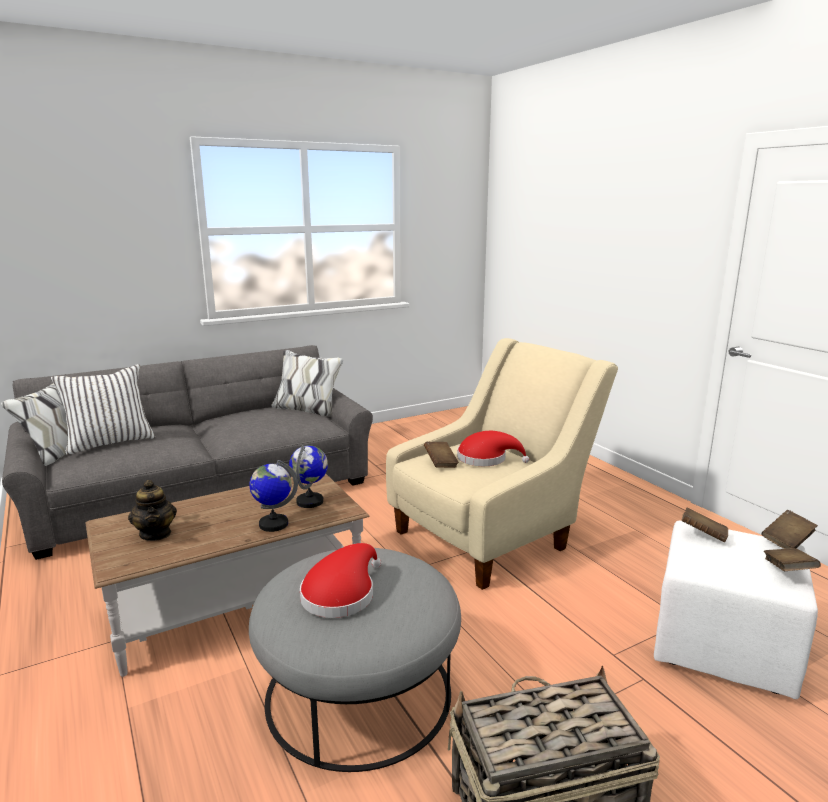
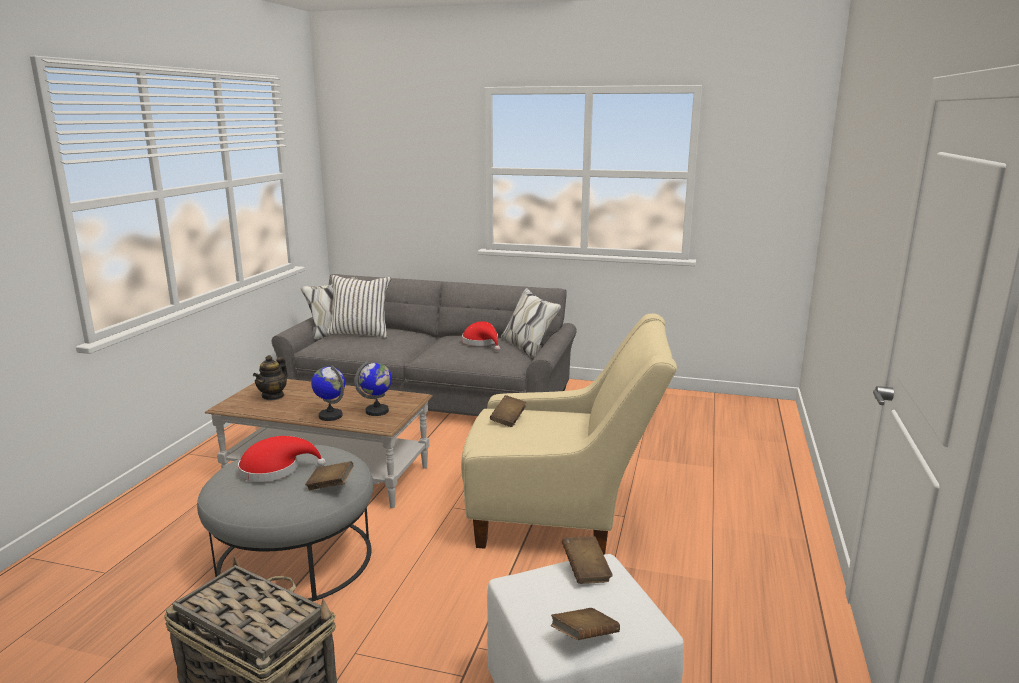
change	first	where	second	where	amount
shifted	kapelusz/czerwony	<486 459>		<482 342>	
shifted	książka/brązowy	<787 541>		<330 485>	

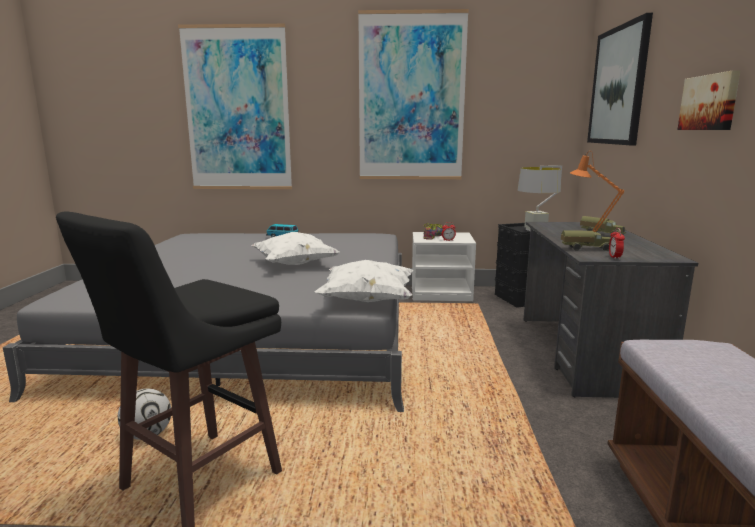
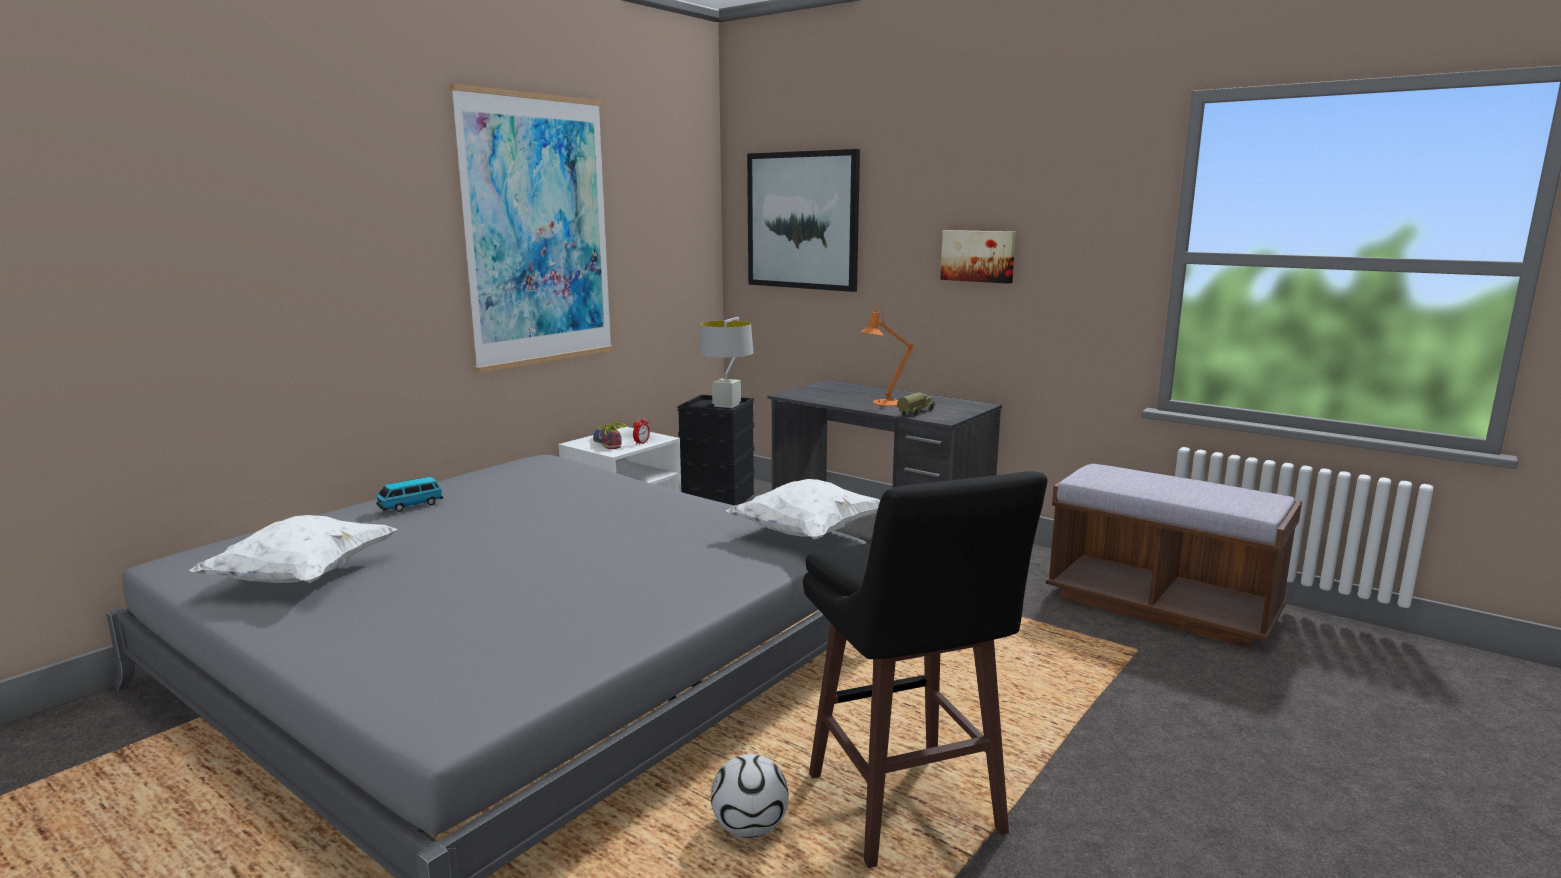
change	first	where	second	where	amount
gone	obraz	<238 110>			
gone	ciężarówka zabawkowa	<601 234>			
gone	budzik	<614 257>			
shifted	poduszka/biały	<294 264>		<303 578>	

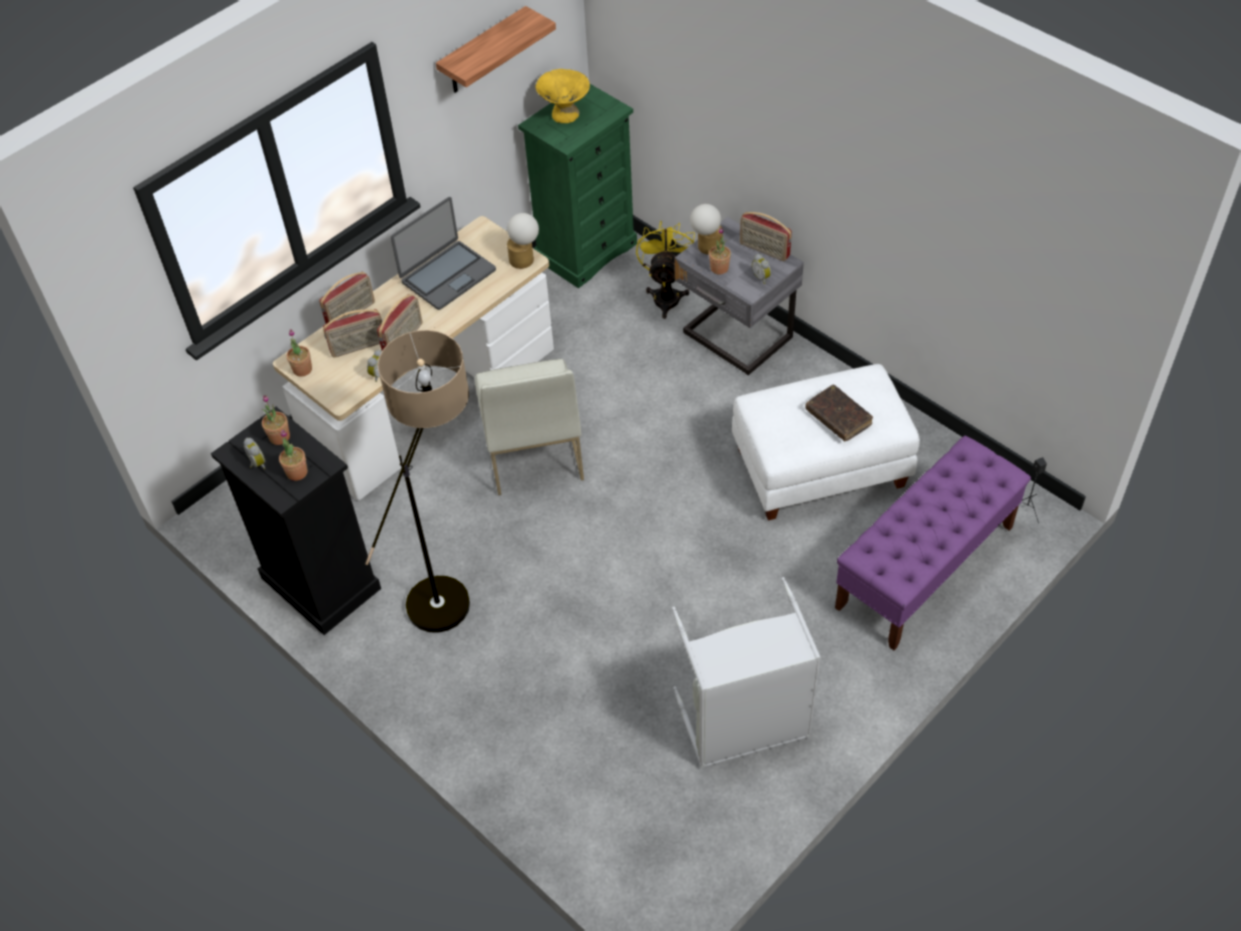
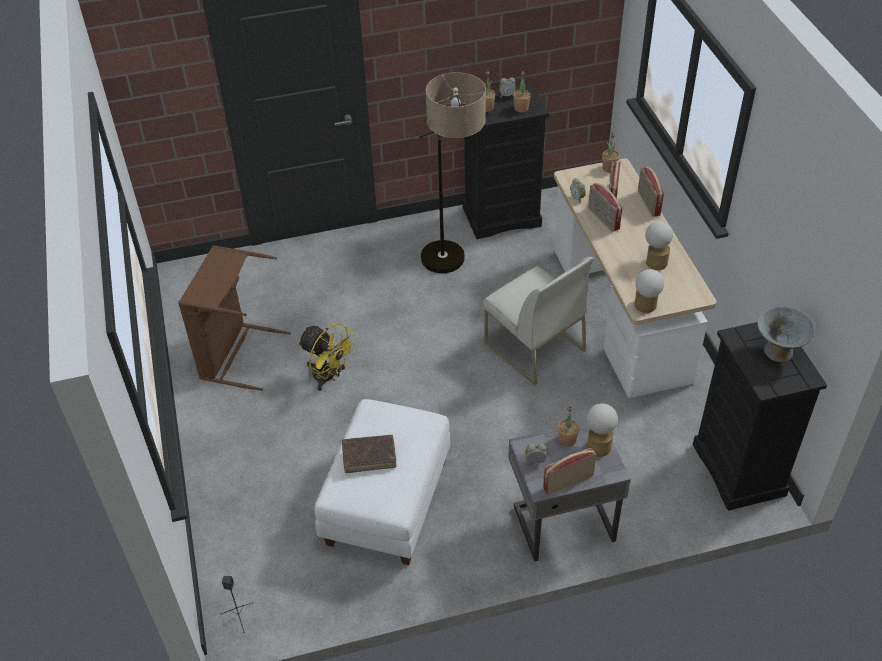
change	first	where	second	where	amount
gone	półka	<483 52>			
gone	ławka/fioletowy	<924 567>			
shifted	wentylator/żółty	<667 295>		<329 377>	
swapped	laptop	<447 275>	lampa stołowa	<655 260>	
repainted	komoda/zielony	<586 250>	komoda/czarny	<739 470>	
repainted	miska/żółty	<565 114>	miska/szary	<778 351>	
repainted	kosz na pranie/szary	<745 726>	kosz na pranie/brązowy	<236 354>	
rotated	krzesło/biały	<532 451>		<533 346>	150 degrees counterclockwise

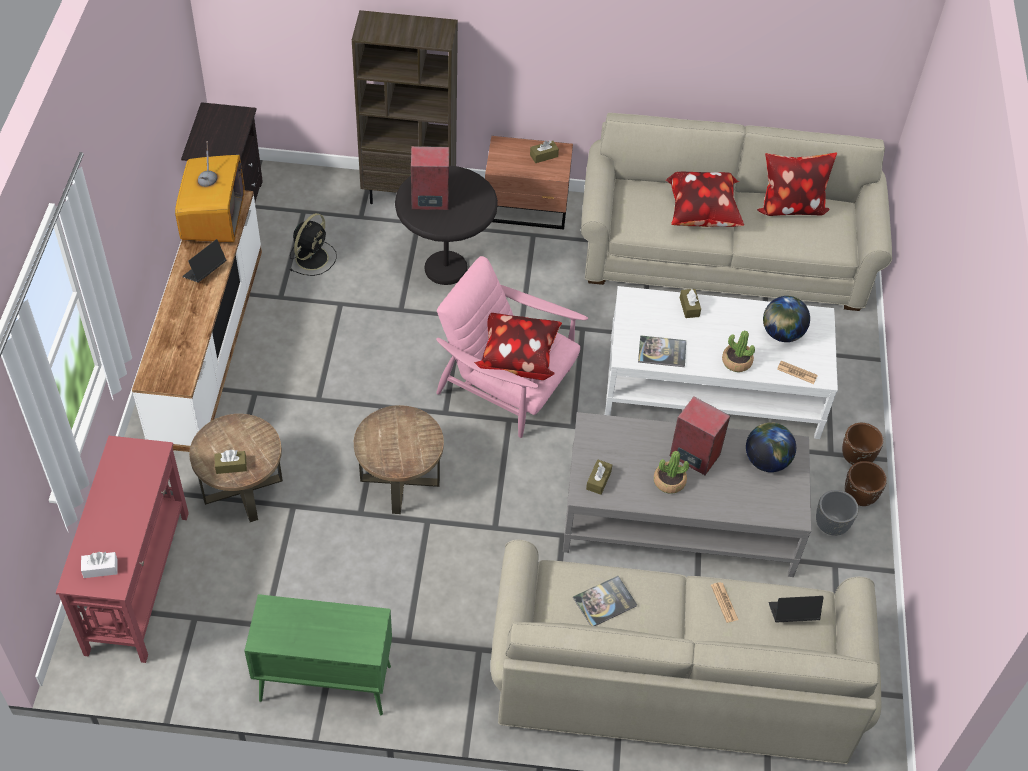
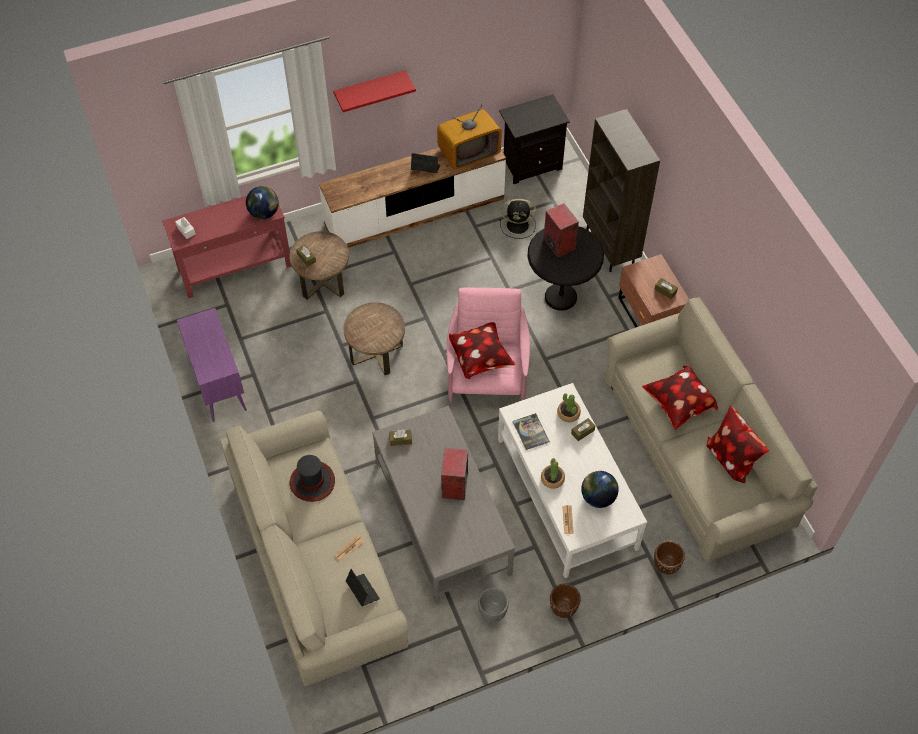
change	first	where	second	where	amount
new			półka/czerwony	<370 89>	
shifted	roślina doniczkowa	<669 481>		<568 413>	
shifted	globus	<766 461>		<264 213>	
shifted	donica/brązowy	<859 497>		<666 565>	
swapped	książka	<604 602>	kapelusz	<312 482>	
repainted	szafka/zielony	<324 683>	szafka/fioletowy	<218 384>	

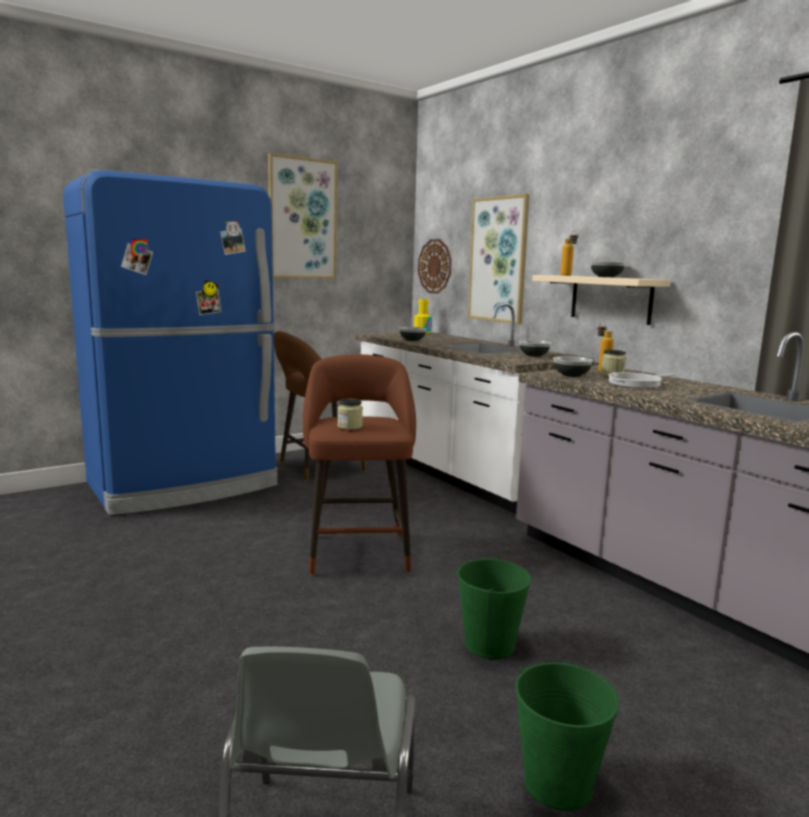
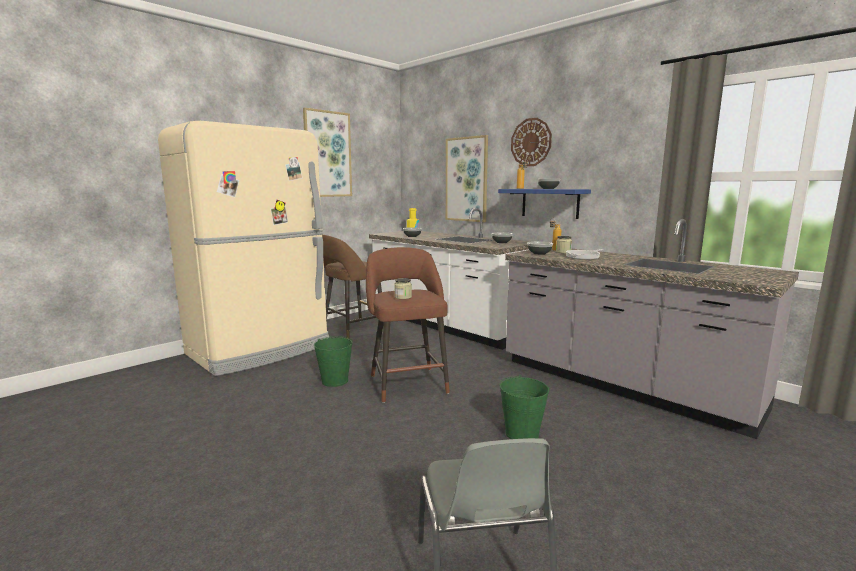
change	first	where	second	where	amount
shifted	zegar ścienny	<435 266>		<531 142>	
shifted	wiadro/zielony	<557 784>		<335 381>	
repainted	lodówka/niebieski	<185 485>	lodówka/beżowy	<261 349>	
repainted	półka/beżowy	<611 299>	półka/niebieski	<550 203>	

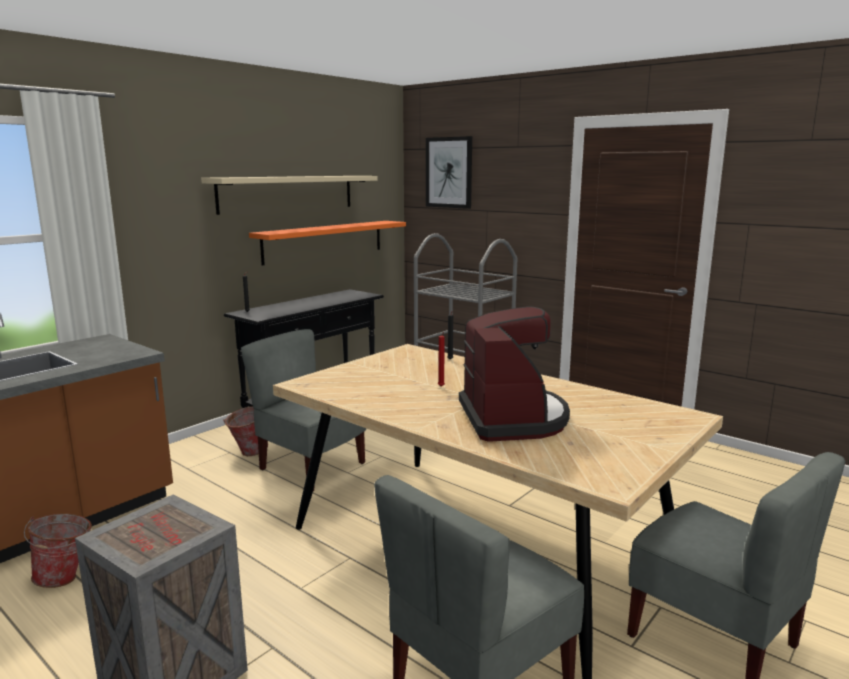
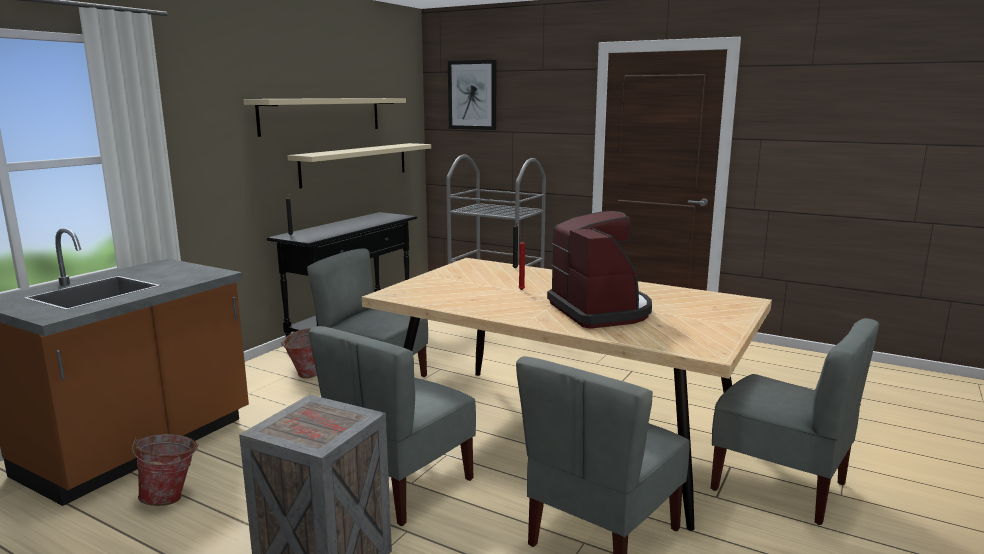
change	first	where	second	where	amount
new			krzesło/szary	<401 487>	
repainted	półka/pomarańczowy	<324 241>	półka/beżowy	<355 164>	

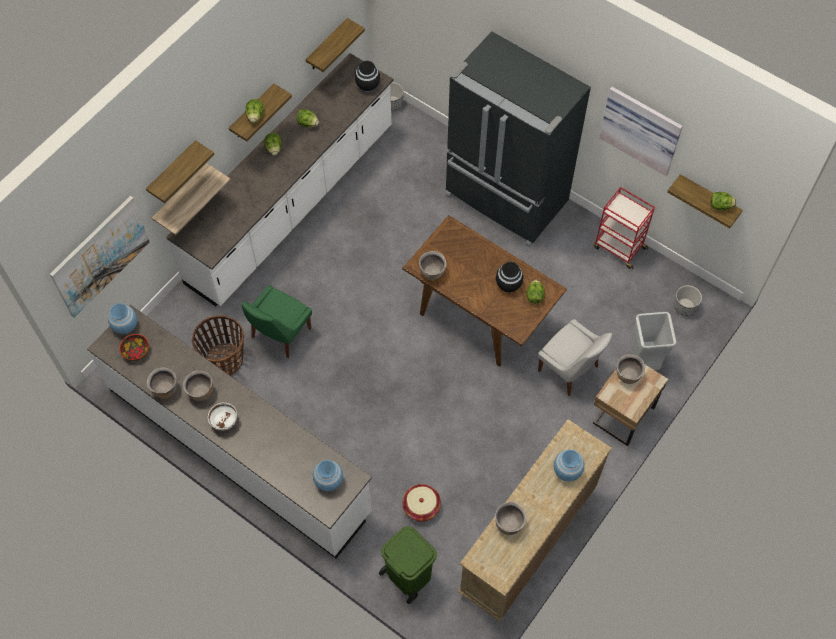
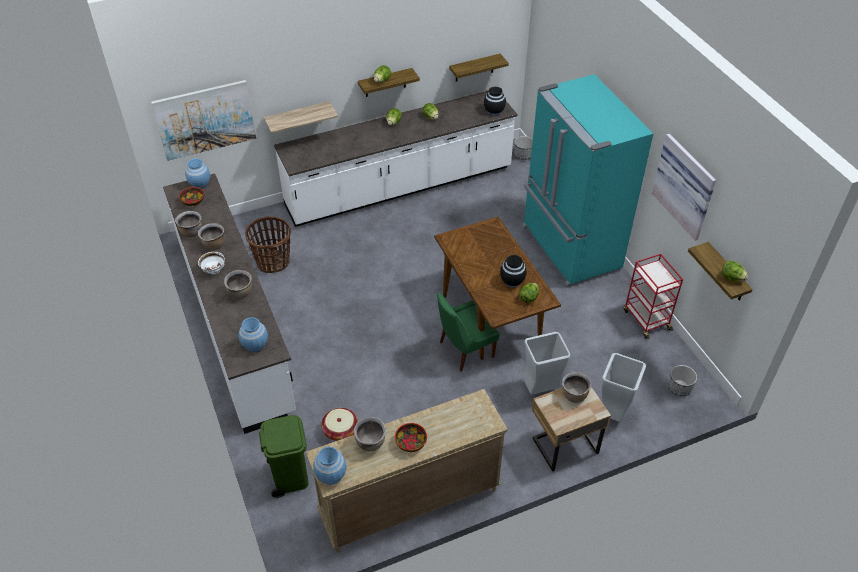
change	first	where	second	where	amount
gone	półka	<173 171>			
new			miska	<411 442>	
shifted	krzesło/zielony	<279 334>		<464 350>	
shifted	garnek/brązowy	<432 272>		<241 293>	
shifted	wazon/niebieski	<567 471>		<331 475>	
swapped	krzesło/biały	<570 370>	kosz na śmieci/szary	<540 389>	
repainted	lodówka/czarny	<505 200>	lodówka/turkusowy	<569 248>	

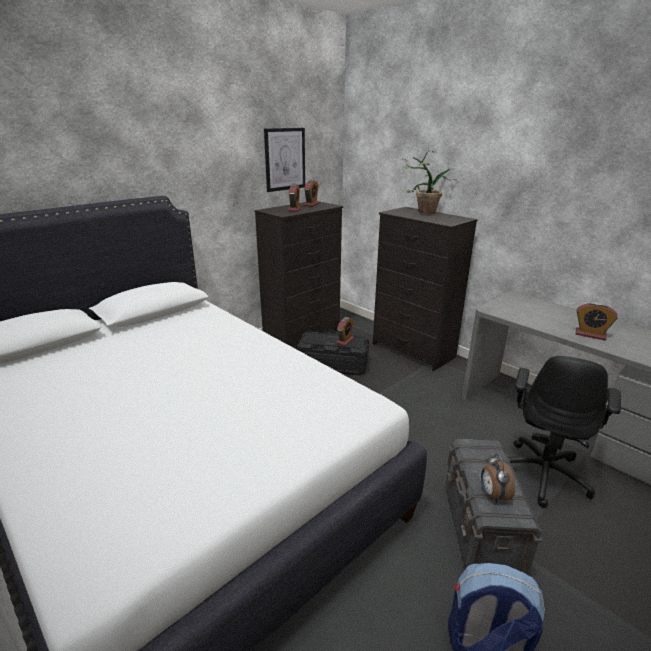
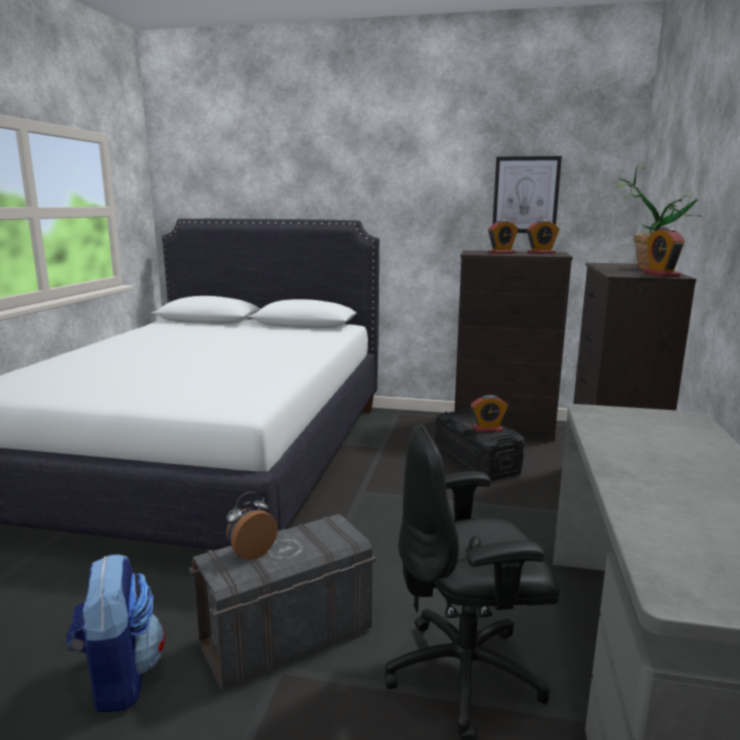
change	first	where	second	where	amount
shifted	budzik	<590 334>		<660 274>	

